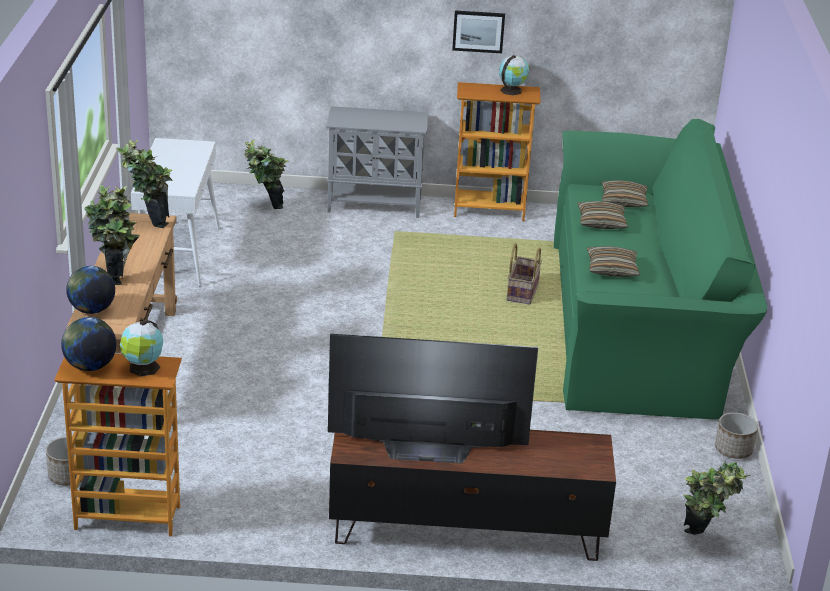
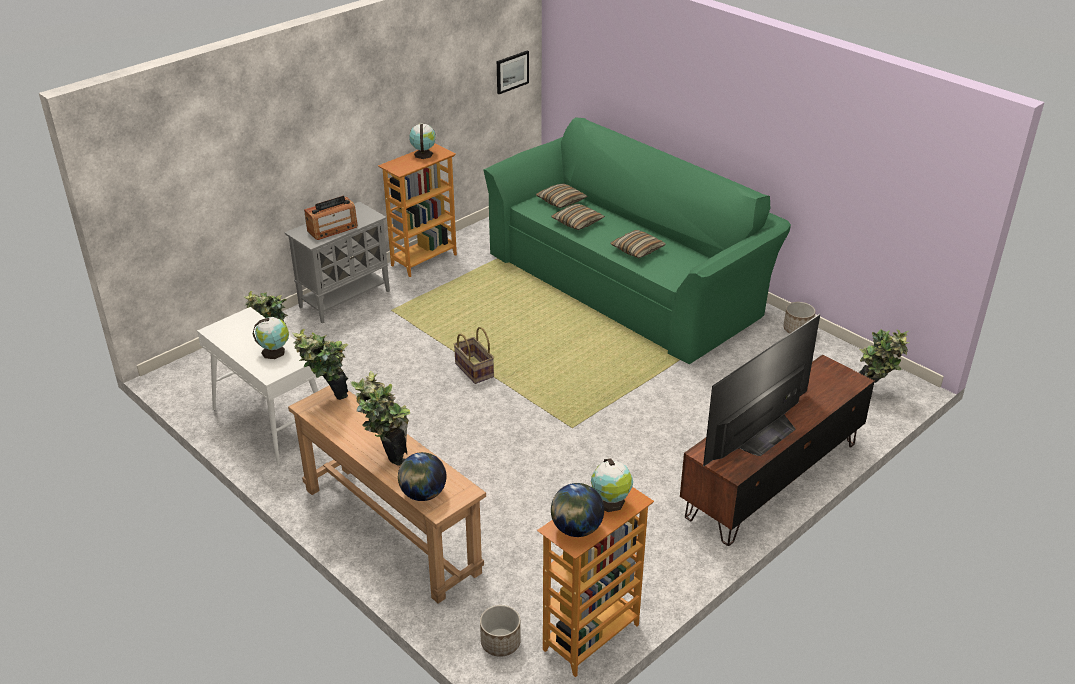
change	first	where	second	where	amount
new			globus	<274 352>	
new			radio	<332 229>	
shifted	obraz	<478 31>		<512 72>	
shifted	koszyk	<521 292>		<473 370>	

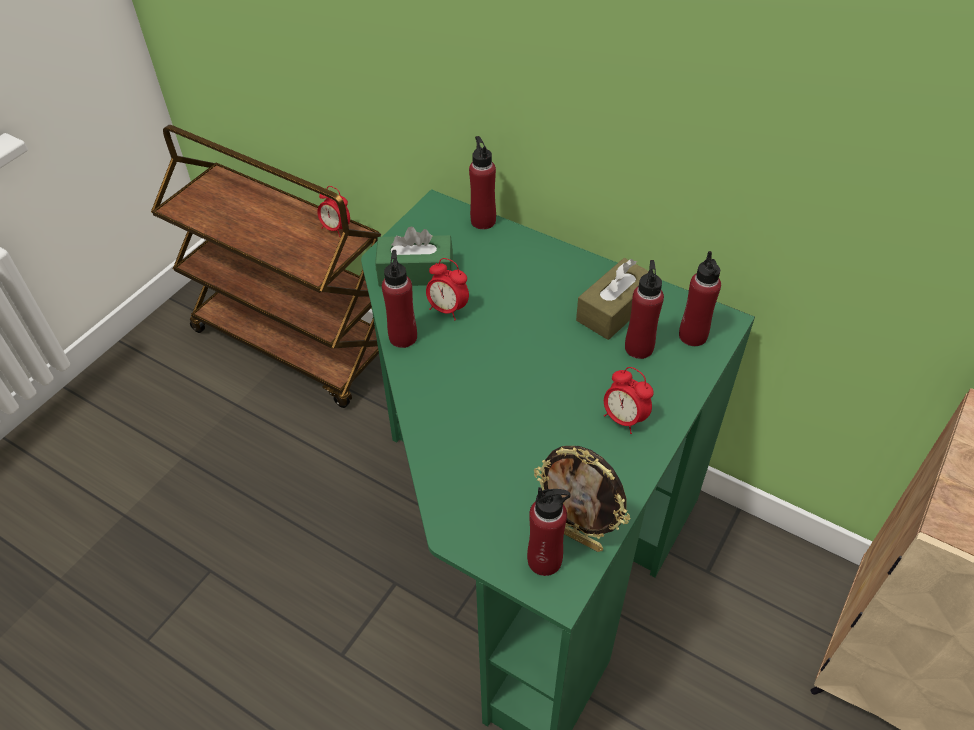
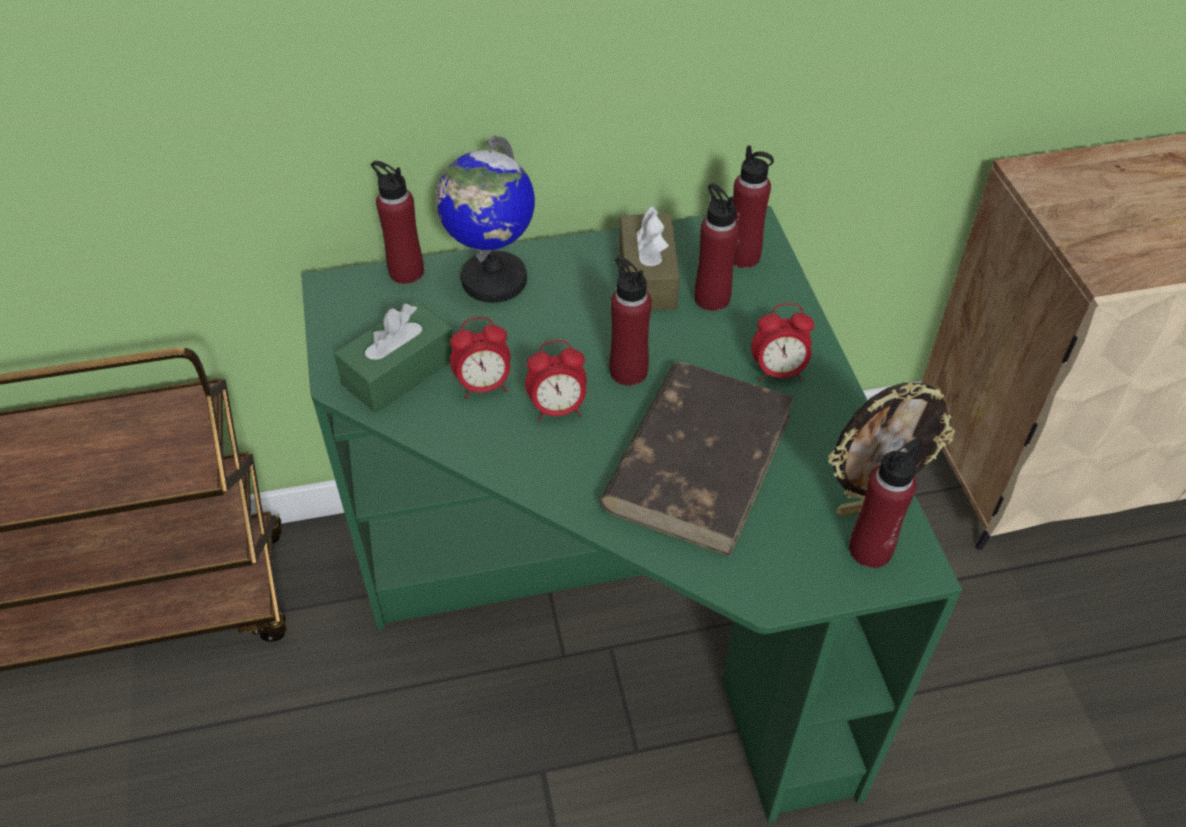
change	first	where	second	where	amount
new			globus	<493 280>	
new			książka/brązowy	<699 460>	
shifted	budzik	<336 229>		<558 409>	
shifted	butelka/czerwony	<403 337>		<628 371>	

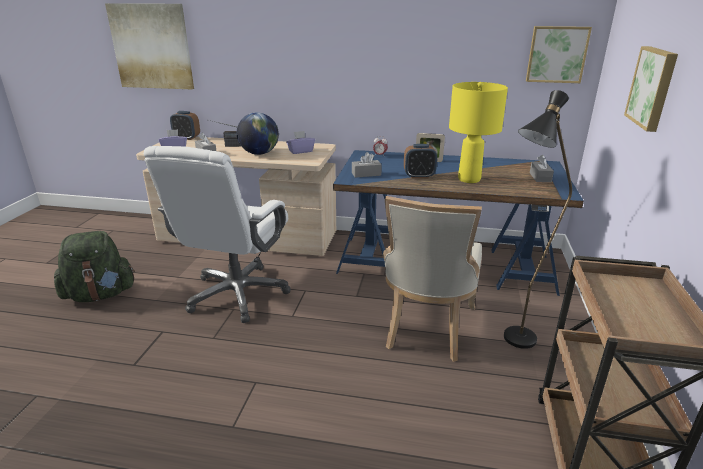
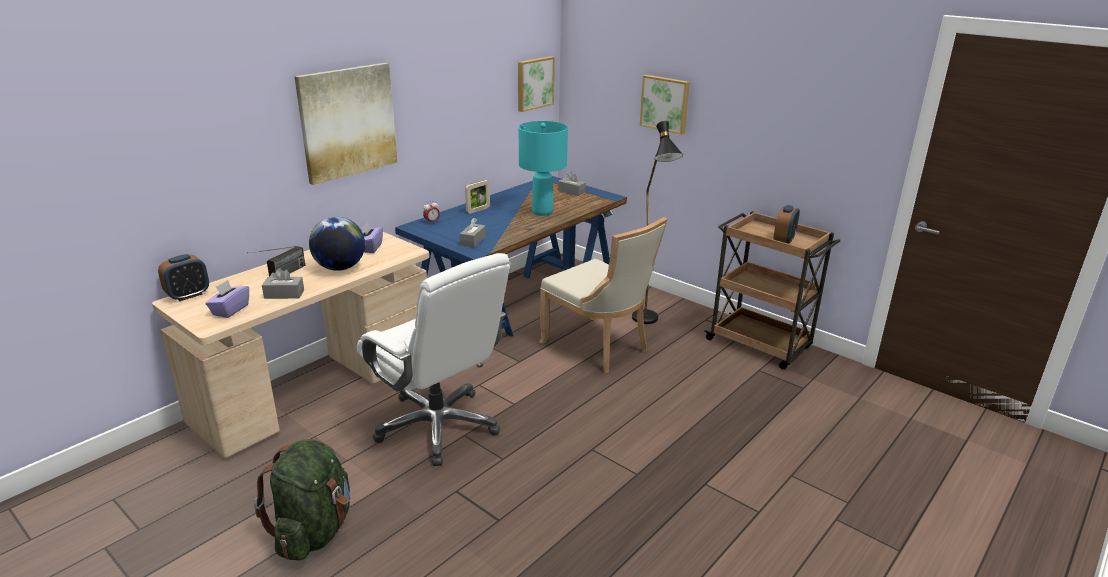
change	first	where	second	where	amount
shifted	obraz	<152 46>		<347 122>	
shifted	budzik	<419 176>		<784 240>	
repainted	lampa stołowa/żółty	<468 179>	lampa stołowa/turkusowy	<542 212>	

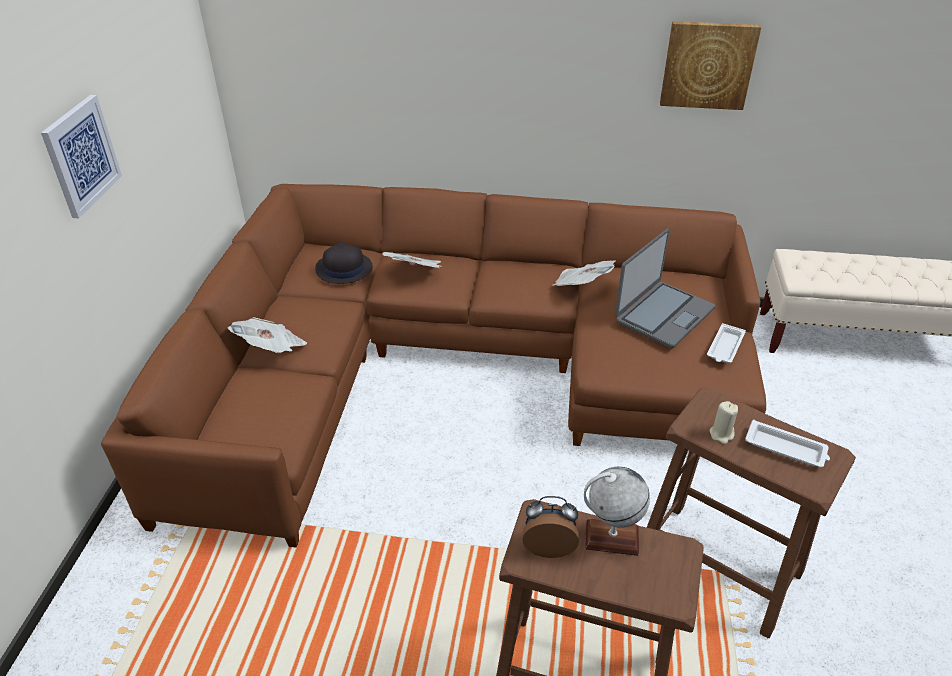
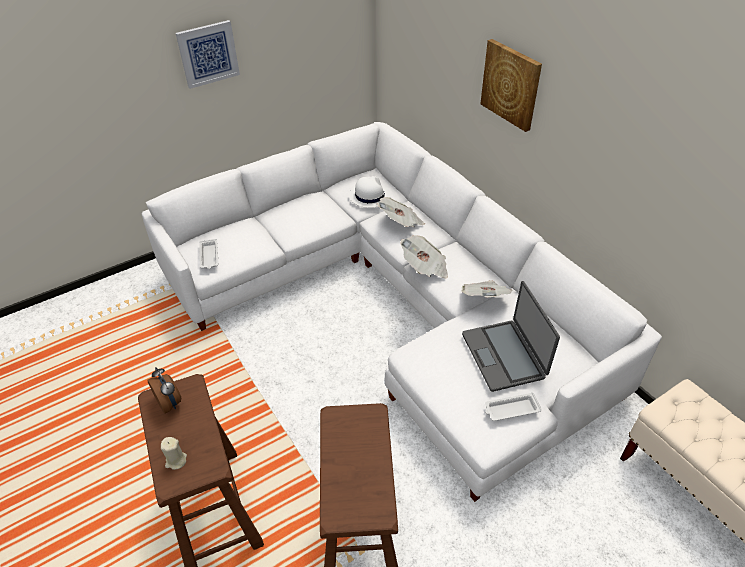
change	first	where	second	where	amount
gone	globus	<611 537>			
shifted	gazeta	<271 348>		<425 267>	
shifted	obraz	<708 65>		<511 84>	
shifted	świeca/beżowy	<721 434>		<176 461>	
shifted	taca/biały	<786 448>		<209 256>	
repainted	kanapa/brązowy	<454 367>	kanapa/biały	<393 301>	
repainted	kapelusz/czarny	<343 269>	kapelusz/biały	<369 196>	
rotated	laptop	<663 315>		<504 355>	75 degrees clockwise

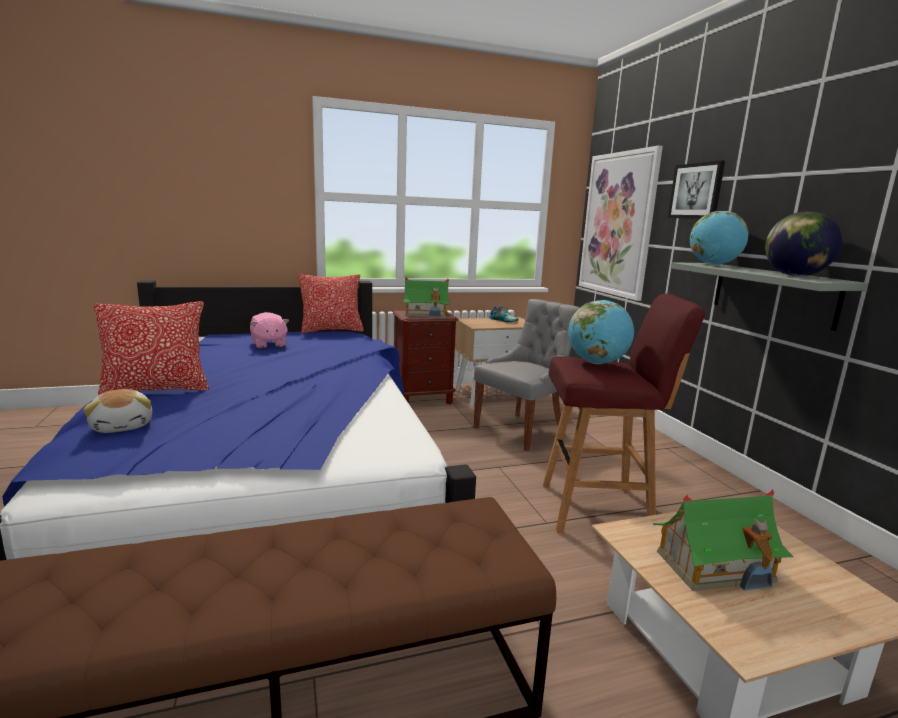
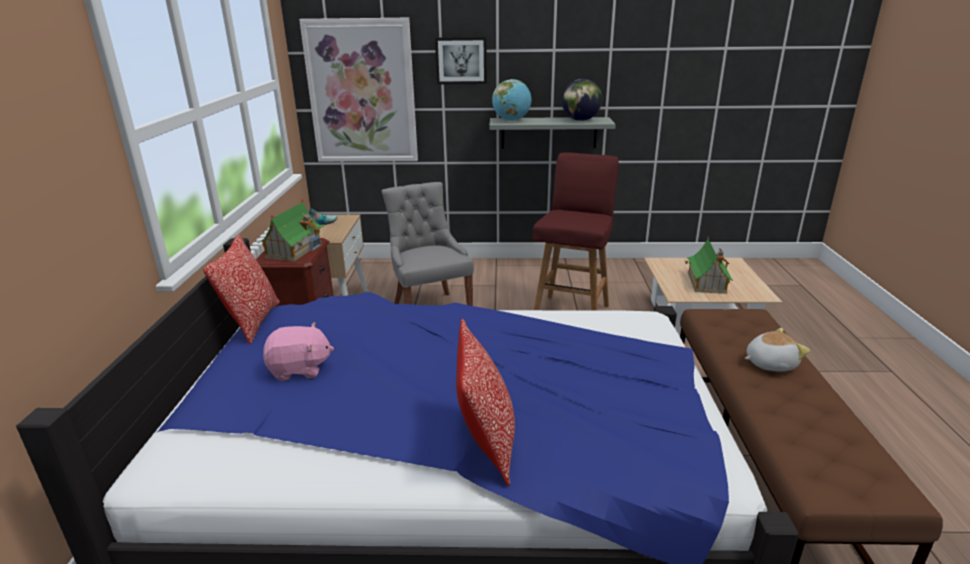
change	first	where	second	where	amount
gone	globus	<597 363>			
shifted	pluszak	<123 426>		<769 363>	

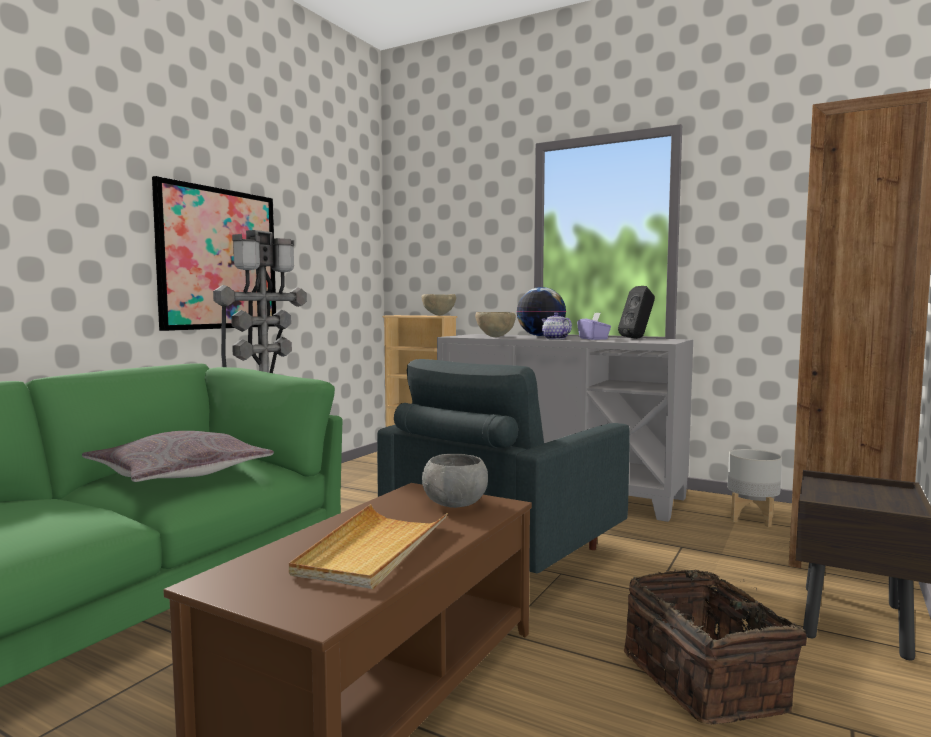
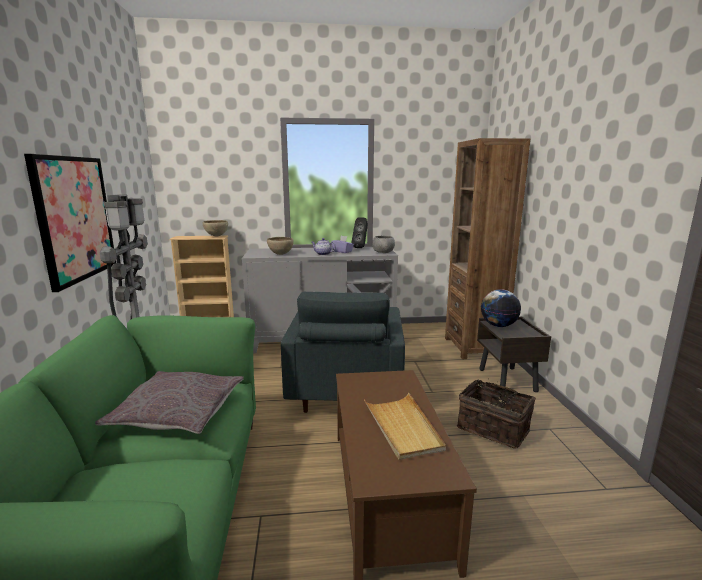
change	first	where	second	where	amount
gone	donica/szary	<752 519>			
shifted	miska/szary	<454 504>		<383 252>	
shifted	globus	<541 336>		<498 325>	

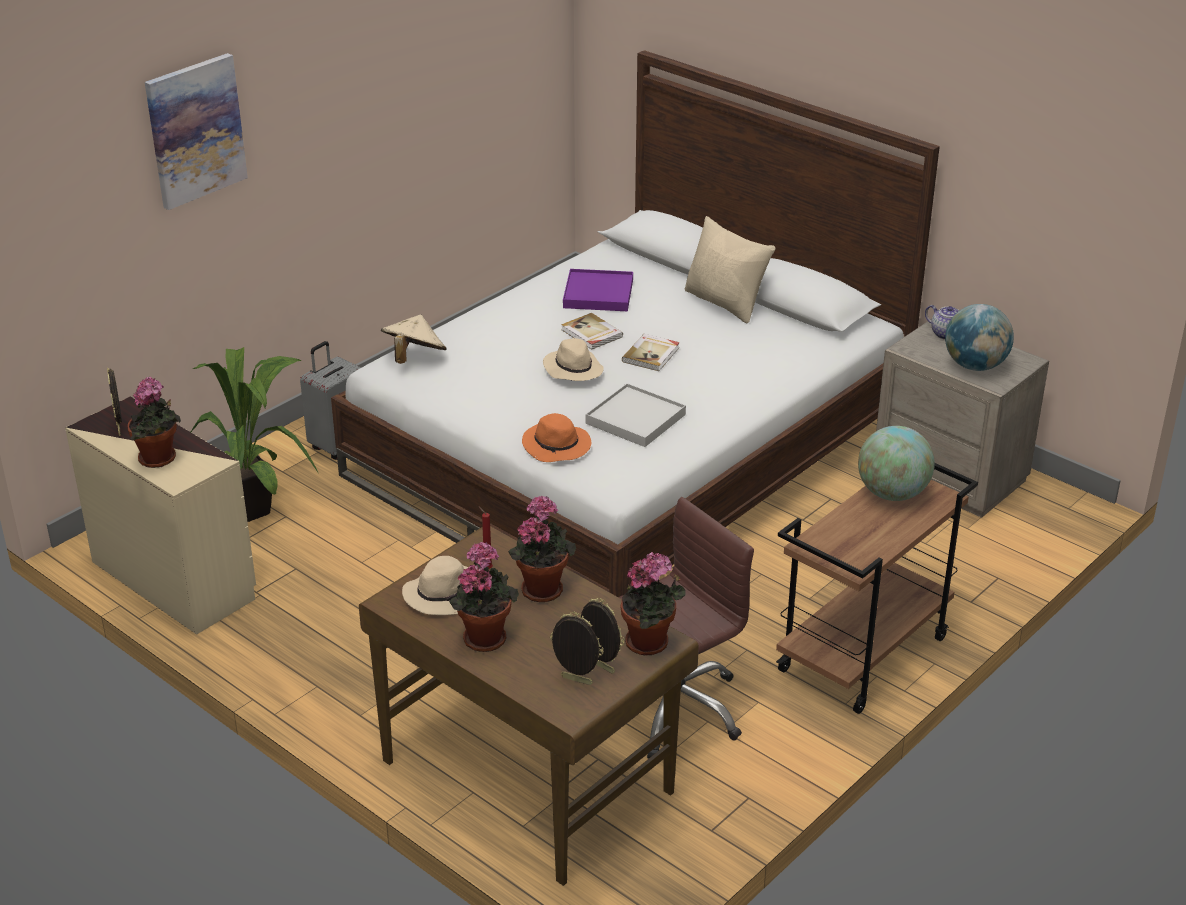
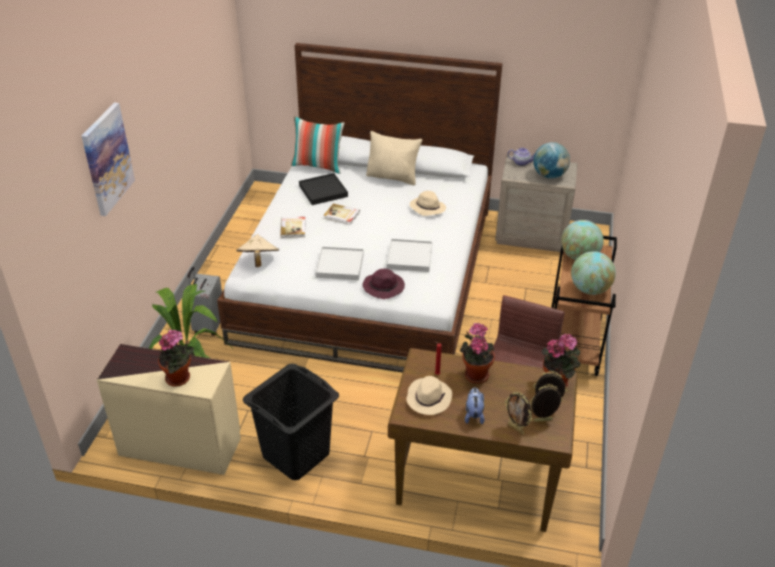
change	first	where	second	where	amount
new			kosz na pranie/czarny	<295 454>	
new			poduszka	<318 166>	
new			taca/biały	<339 265>	
new			globus	<589 289>	
shifted	ramka na zdjęcie	<120 429>		<516 428>	
shifted	kapelusz/beżowy	<572 369>		<427 208>	
shifted	książka	<651 354>		<293 228>	
swapped	roślina doniczkowa	<484 636>	pluszak	<473 415>	
repainted	kapelusz/pomarańczowy	<557 446>	kapelusz/fioletowy	<384 287>	
repainted	taca/fioletowy	<598 294>	taca/czarny	<323 191>	

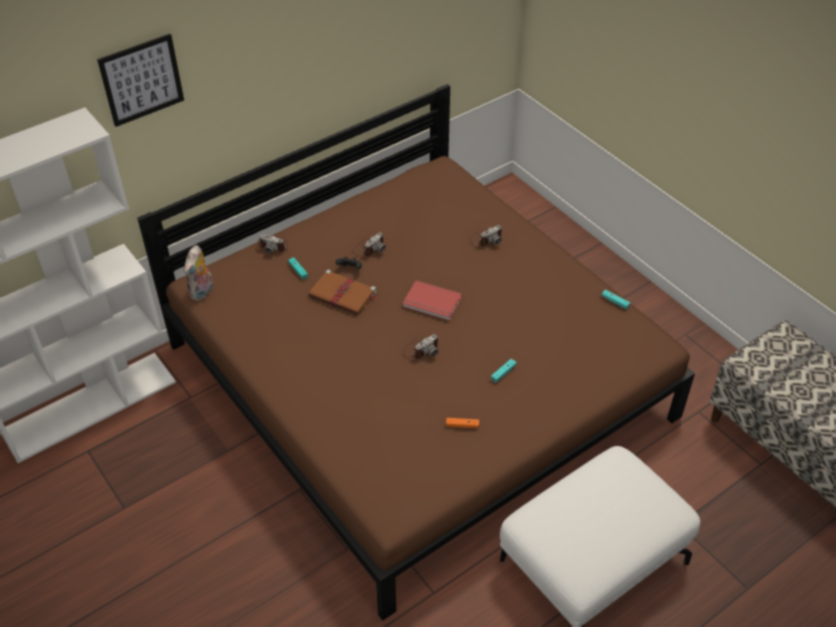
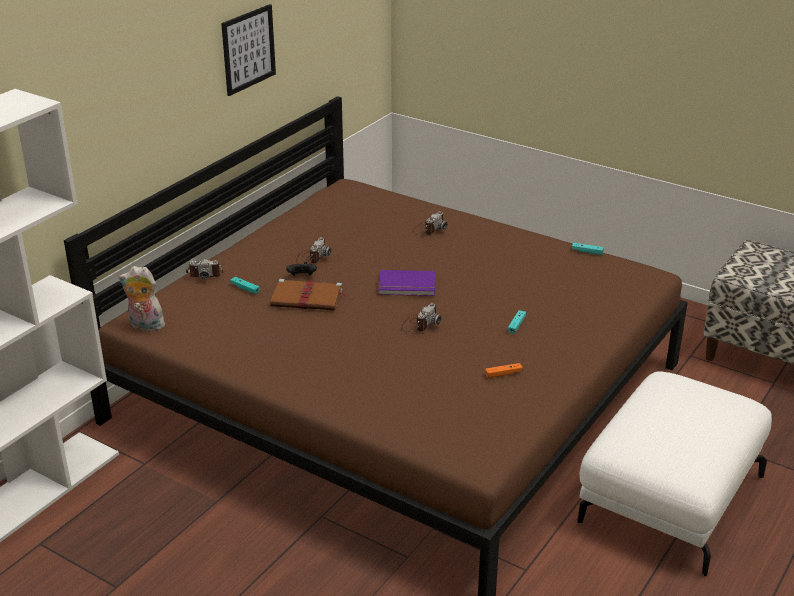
change	first	where	second	where	amount
shifted	obraz	<141 80>		<248 49>	
repainted	książka/czerwony	<431 303>	książka/fioletowy	<407 286>	
rotated	pluszak	<202 292>		<145 326>	105 degrees clockwise

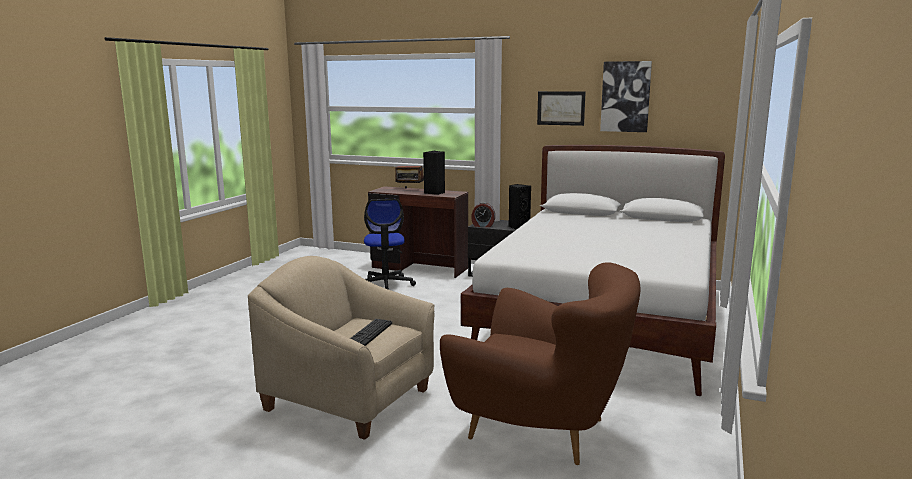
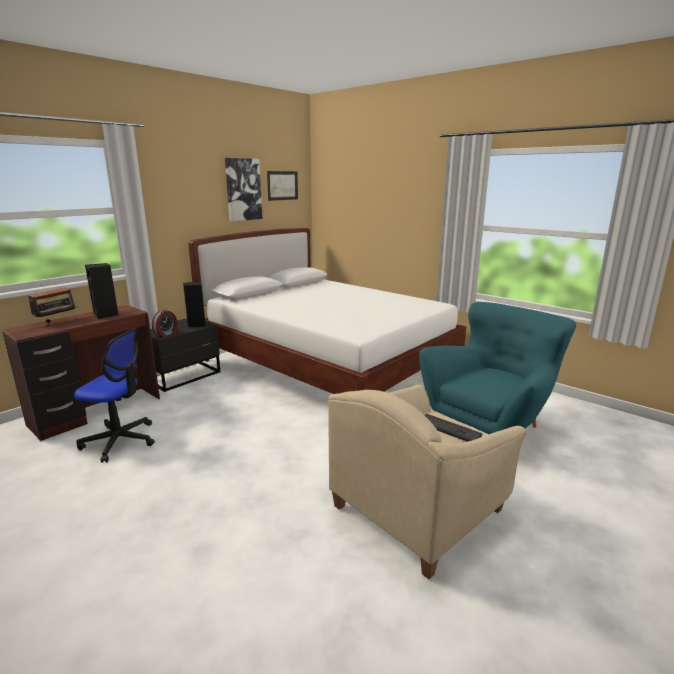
change	first	where	second	where	amount
shifted	obraz	<561 108>		<282 185>	
repainted	fotel/brązowy	<540 429>	fotel/turkusowy	<490 428>	

